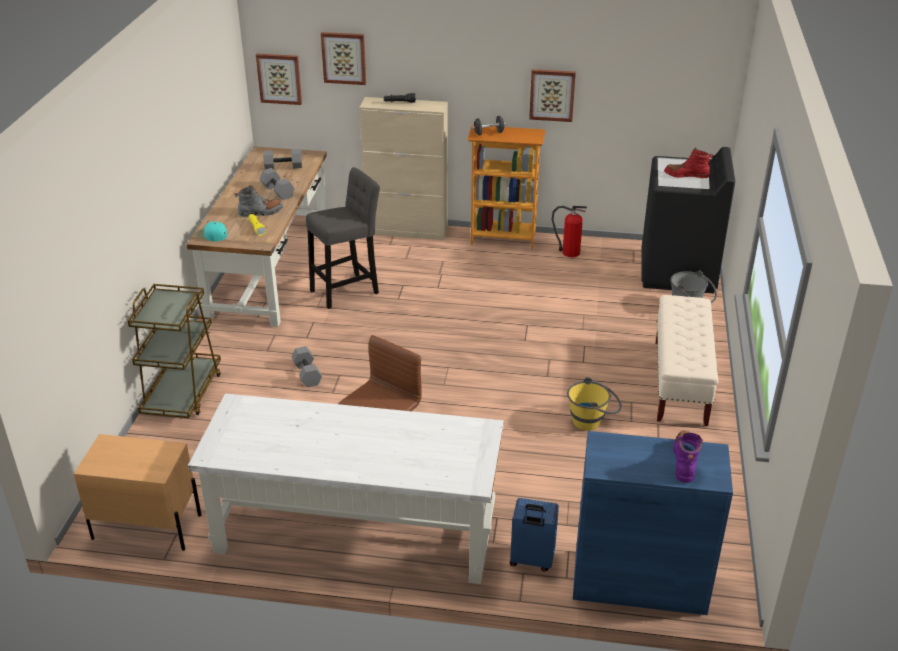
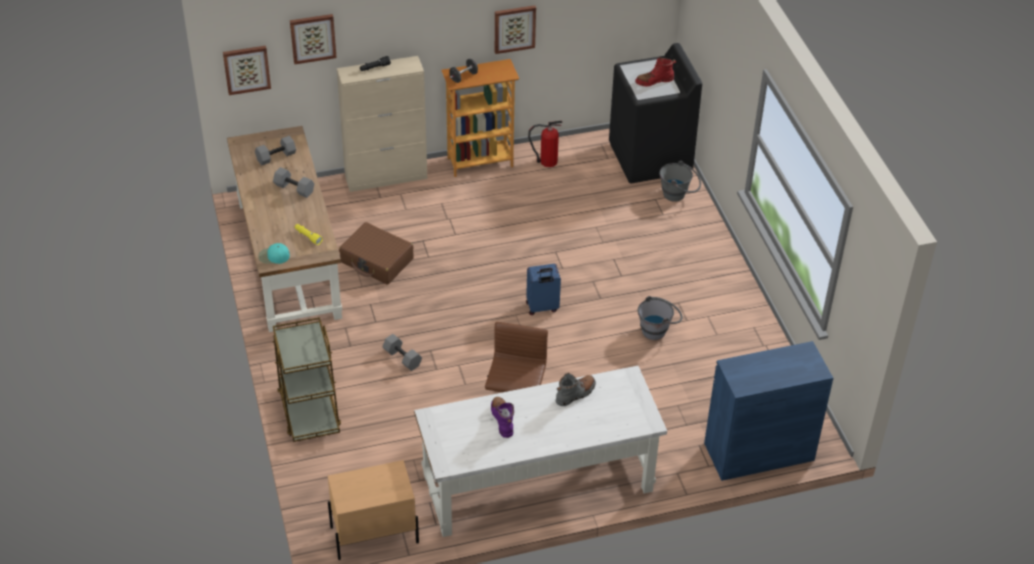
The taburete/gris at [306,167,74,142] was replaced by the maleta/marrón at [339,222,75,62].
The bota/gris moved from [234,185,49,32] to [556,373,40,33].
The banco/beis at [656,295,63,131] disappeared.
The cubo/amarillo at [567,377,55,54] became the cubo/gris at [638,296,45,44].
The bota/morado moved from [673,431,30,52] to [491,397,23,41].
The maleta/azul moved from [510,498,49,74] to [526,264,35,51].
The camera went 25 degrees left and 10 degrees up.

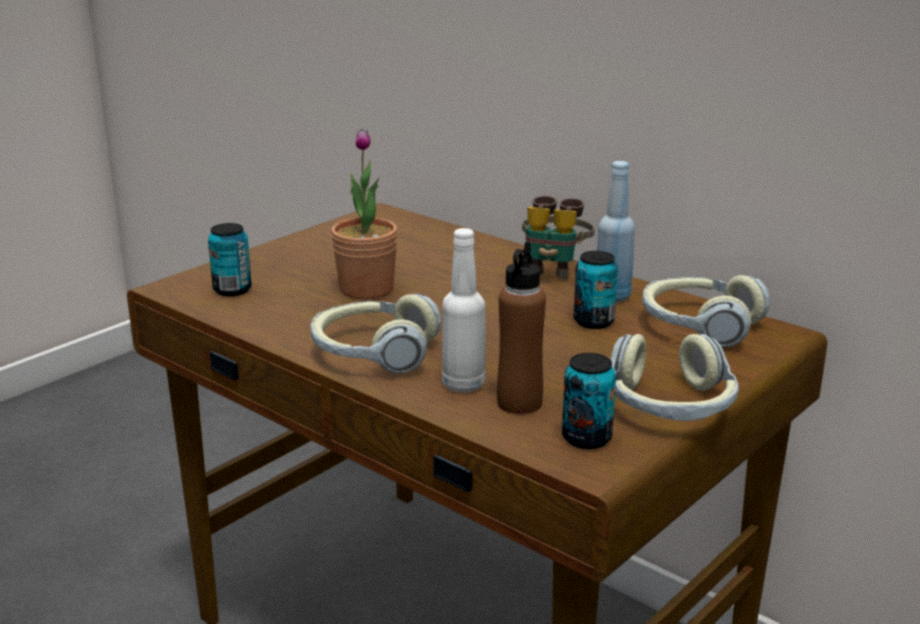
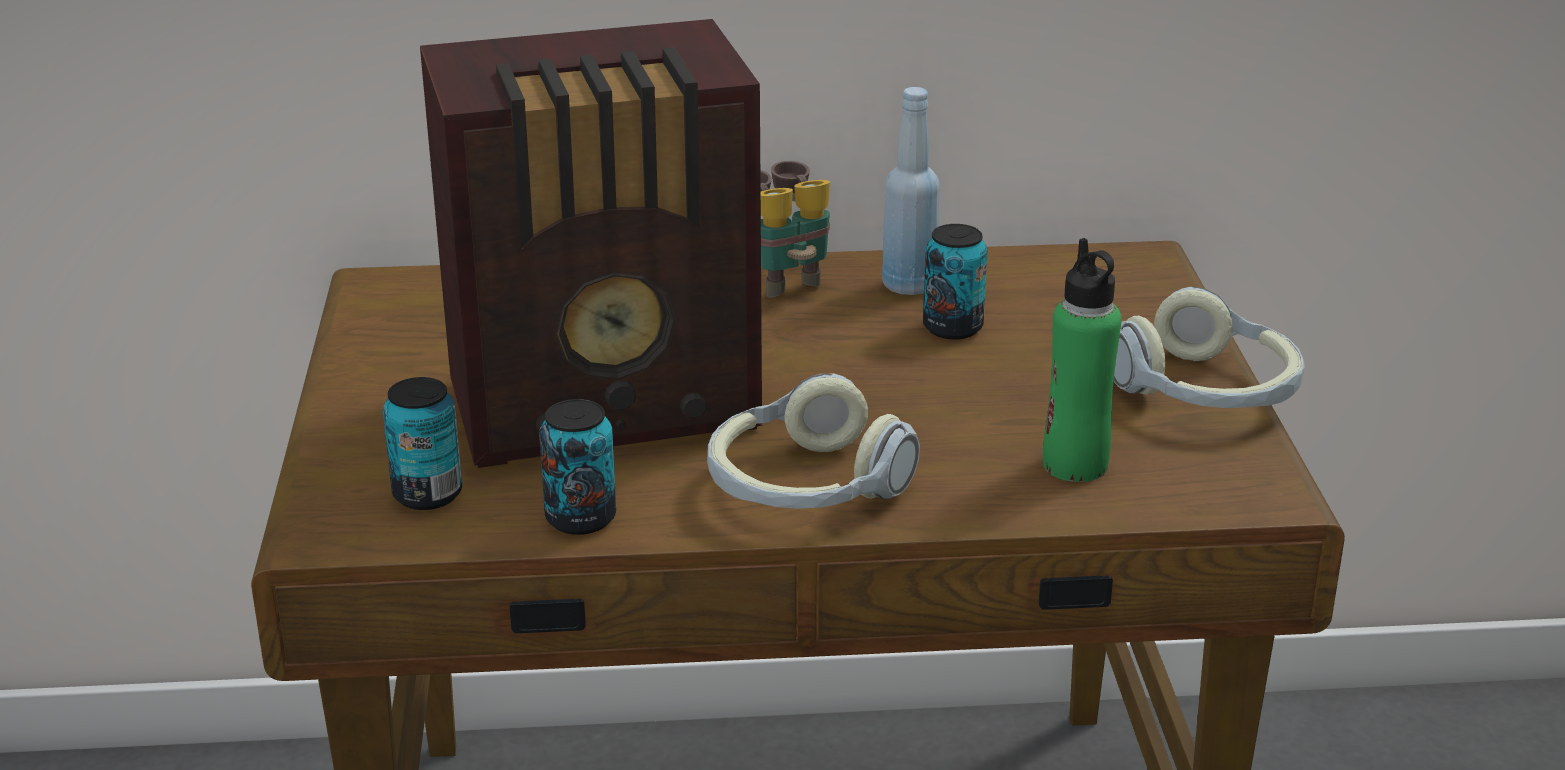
The planta en maceta at [331,129,67,170] was replaced by the radio at [420,19,342,449].
The botella/blanco at [442,228,44,164] disappeared.
The botella/marrón at [497,242,49,172] became the botella/verde at [1043,238,79,244].
The auriculares at [642,275,128,72] disappeared.
The lata moved from [562,353,54,96] to [539,399,77,136].
The camera went 45 degrees left and 5 degrees up.

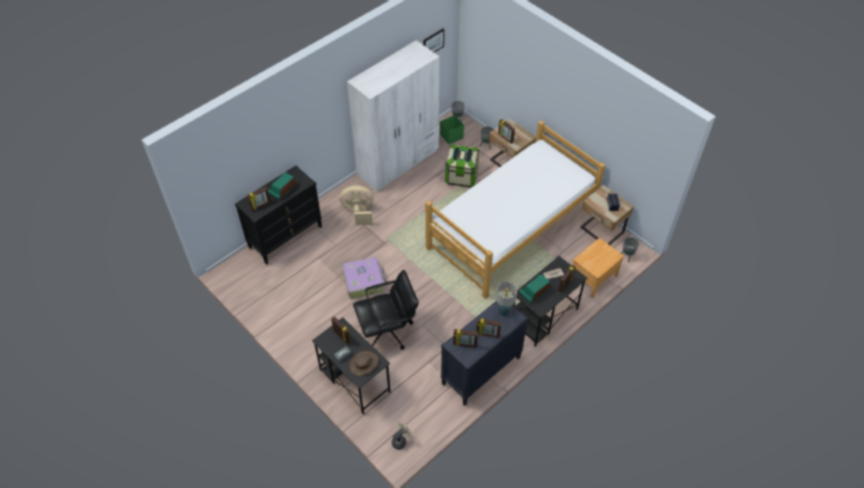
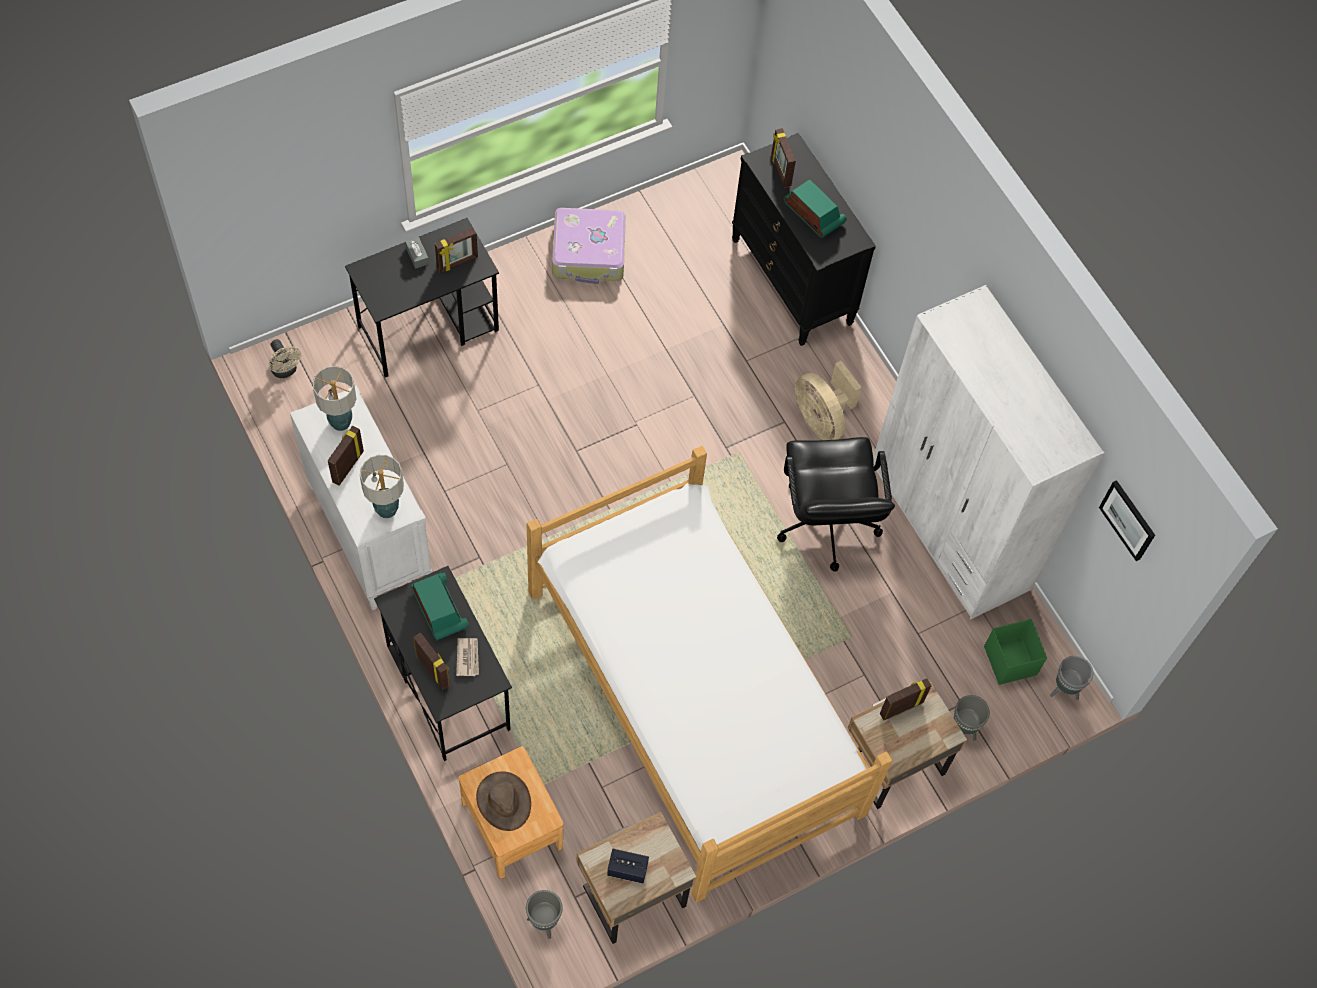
The caja de almacenaje at [445,144,34,43] disappeared.
The ventilador/beis at [340,186,34,39] turned 135 degrees clockwise.
The maleta moved from [342,257,43,42] to [552,208,74,76].
The silla de oficina/negro moved from [353,270,66,80] to [777,437,118,135].
The cómoda/negro at [441,296,87,110] became the cómoda/blanco at [290,385,143,225].
The portarretratos at [453,329,25,19] was replaced by the lámpara de mesa at [313,366,43,65].
The sombrero/marrón moved from [349,351,30,25] to [476,772,55,59].
The camera went 100 degrees right and 10 degrees up.

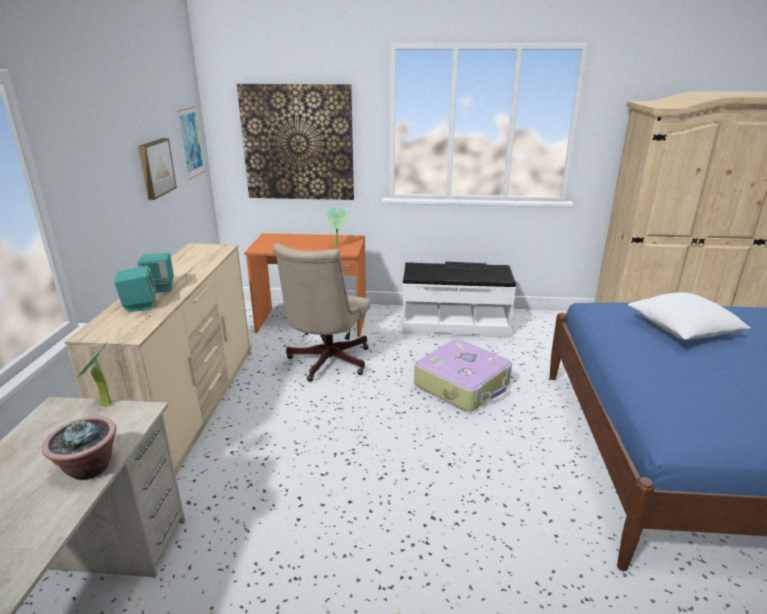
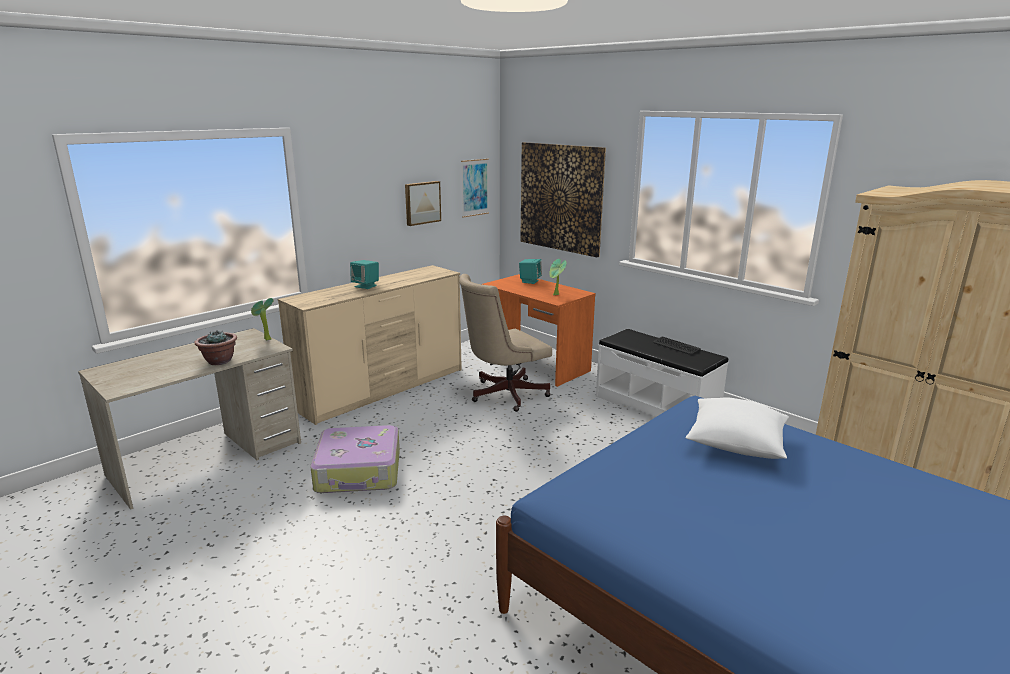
The altavoz/turquesa moved from [114,266,42,46] to [519,259,23,25].
The maleta moved from [414,339,98,73] to [310,425,90,68].
The camera went 40 degrees right and 5 degrees down.

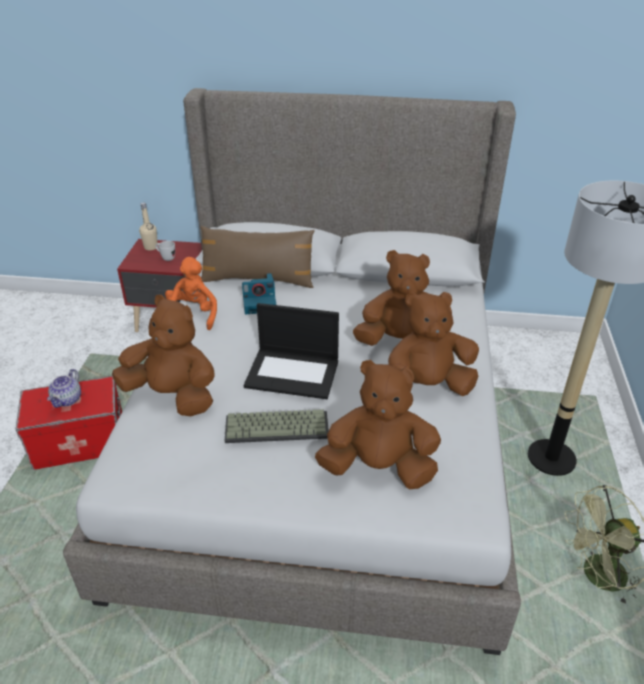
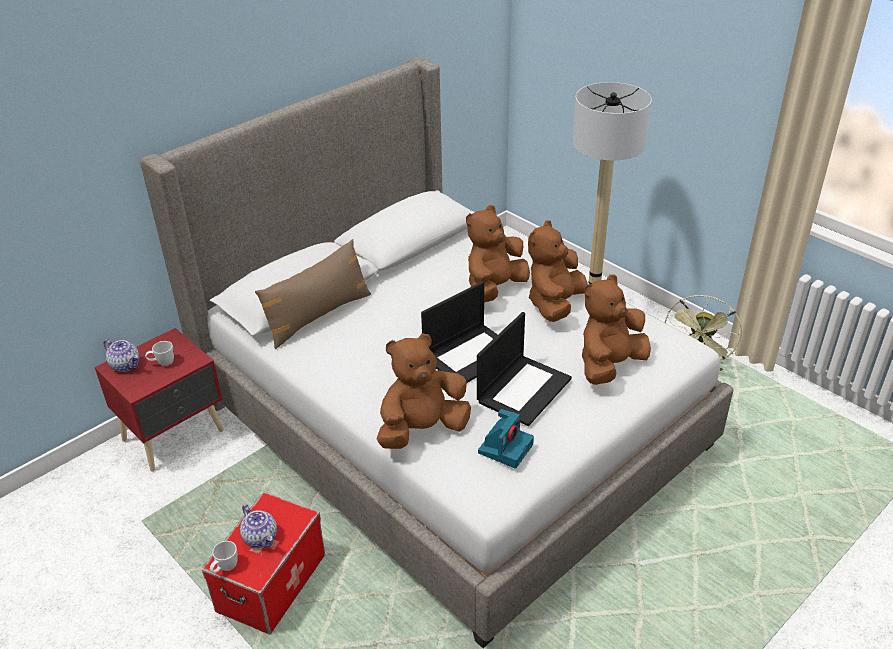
The botella/beis at [139,203,19,47] was replaced by the tetera at [104,339,35,33].
The peluche/naranja at [165,257,52,73] disappeared.
The cámara moved from [242,273,34,41] to [478,409,56,60].
The teclado at [225,409,104,34] was replaced by the portátil at [477,312,95,114].
The taza grande/blanco at [210,541,28,32] appeared.
The camera went 50 degrees left and 0 degrees up.

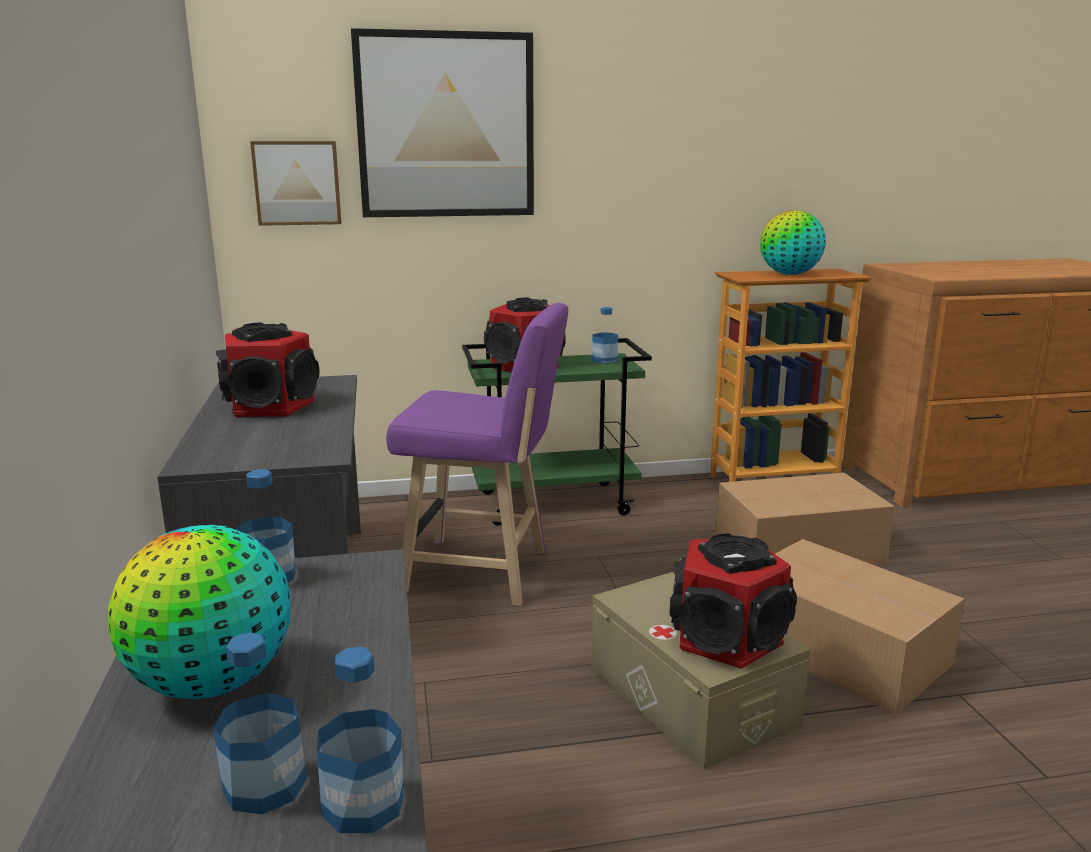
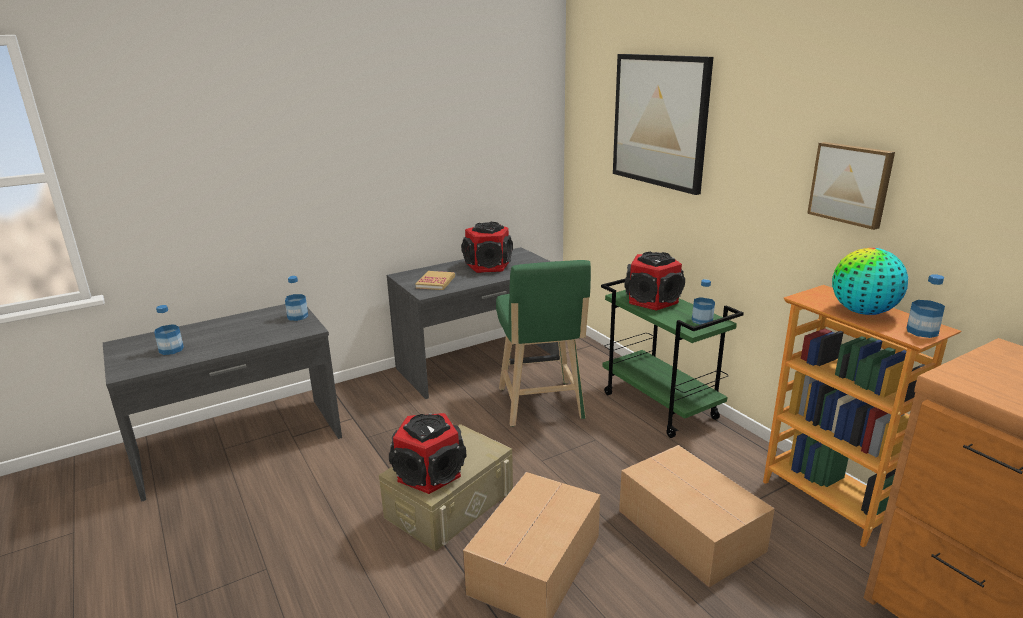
The cuadro moved from [250,141,91,85] to [807,142,88,88].
The taburete/morado at [386,303,182,303] became the taburete/verde at [496,260,95,167].
The globo terráqueo at [108,525,183,174] disappeared.
The botella moved from [317,647,87,186] to [907,274,38,64].
The libro at [416,271,39,19] appeared.
The camera went 70 degrees right and 5 degrees up.

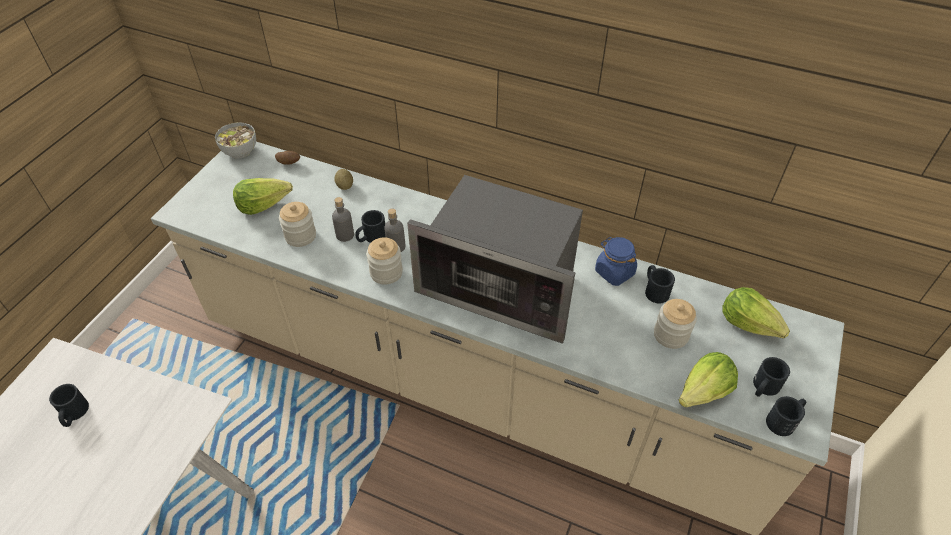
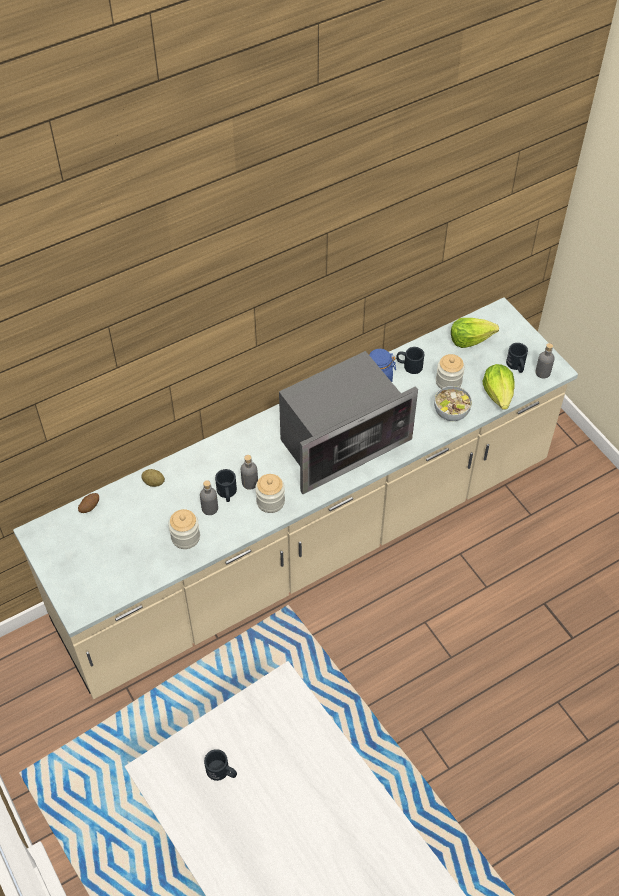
The cuenco moved from [215,122,41,37] to [434,386,38,35].
The lechuga at [233,178,60,37] disappeared.
The taza grande/negro at [766,396,40,40] was replaced by the botella/gris at [535,343,20,35].
The camera went 55 degrees left and 5 degrees up.

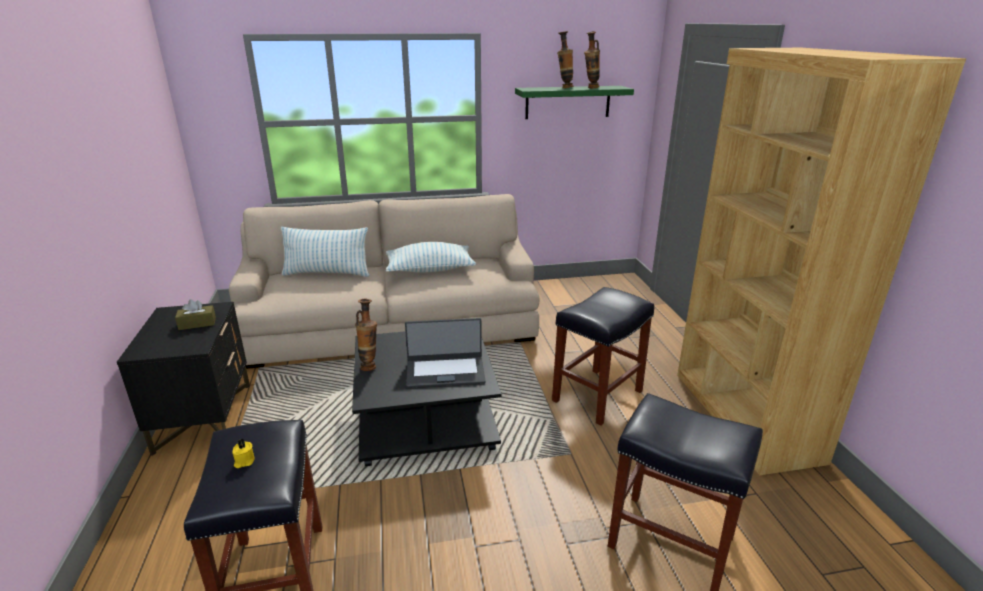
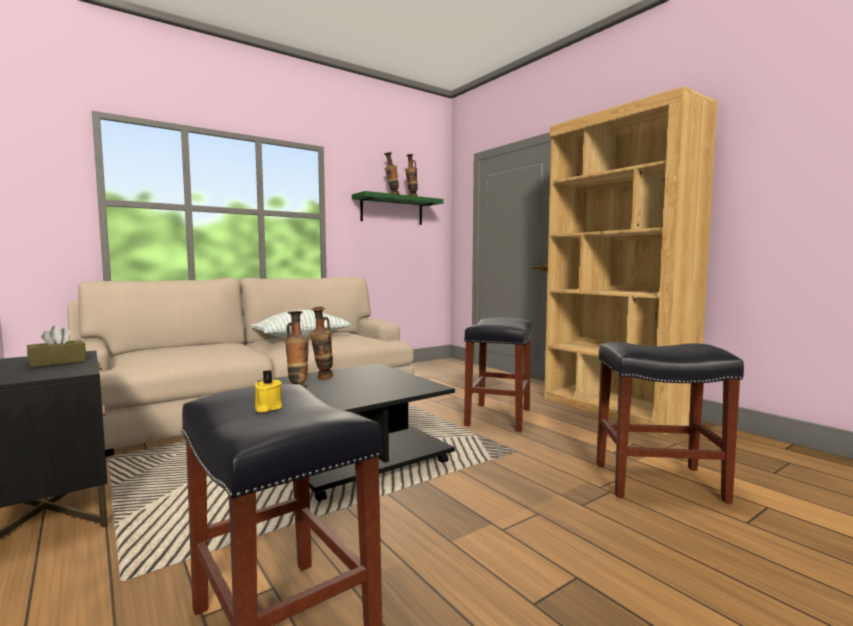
The cojín at [281,227,88,50] disappeared.
The portátil at [405,318,81,70] disappeared.
The florero at [310,307,23,73] appeared.
The camera went 25 degrees left and 20 degrees down.

